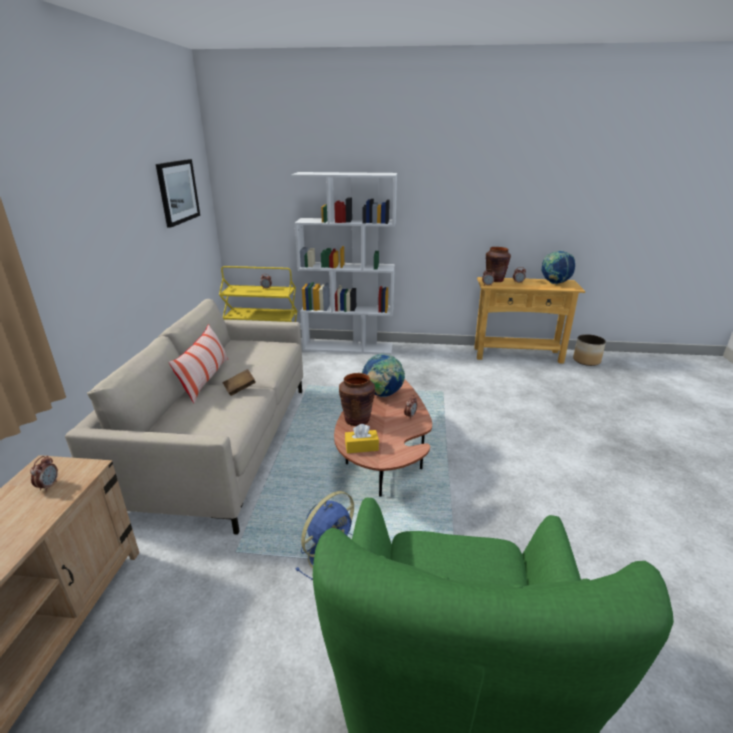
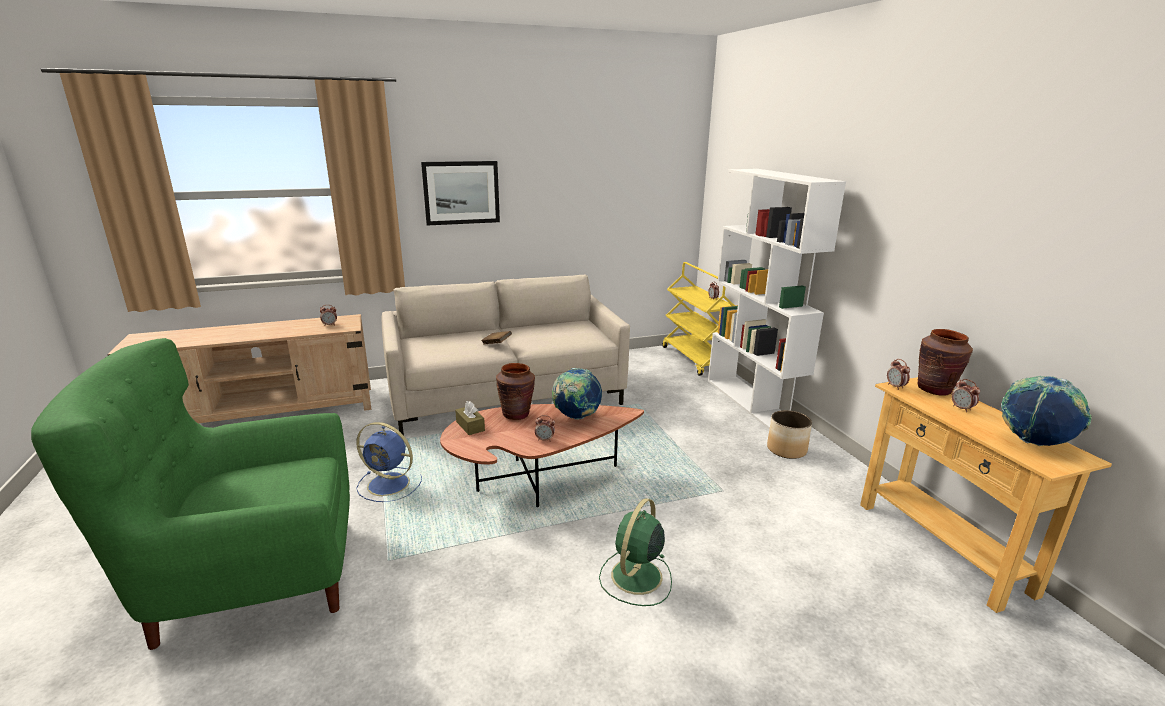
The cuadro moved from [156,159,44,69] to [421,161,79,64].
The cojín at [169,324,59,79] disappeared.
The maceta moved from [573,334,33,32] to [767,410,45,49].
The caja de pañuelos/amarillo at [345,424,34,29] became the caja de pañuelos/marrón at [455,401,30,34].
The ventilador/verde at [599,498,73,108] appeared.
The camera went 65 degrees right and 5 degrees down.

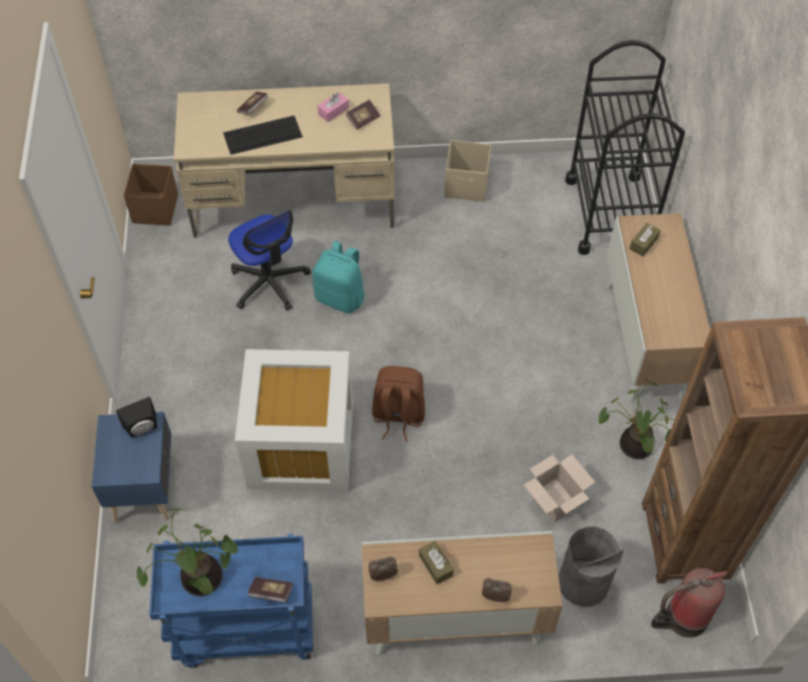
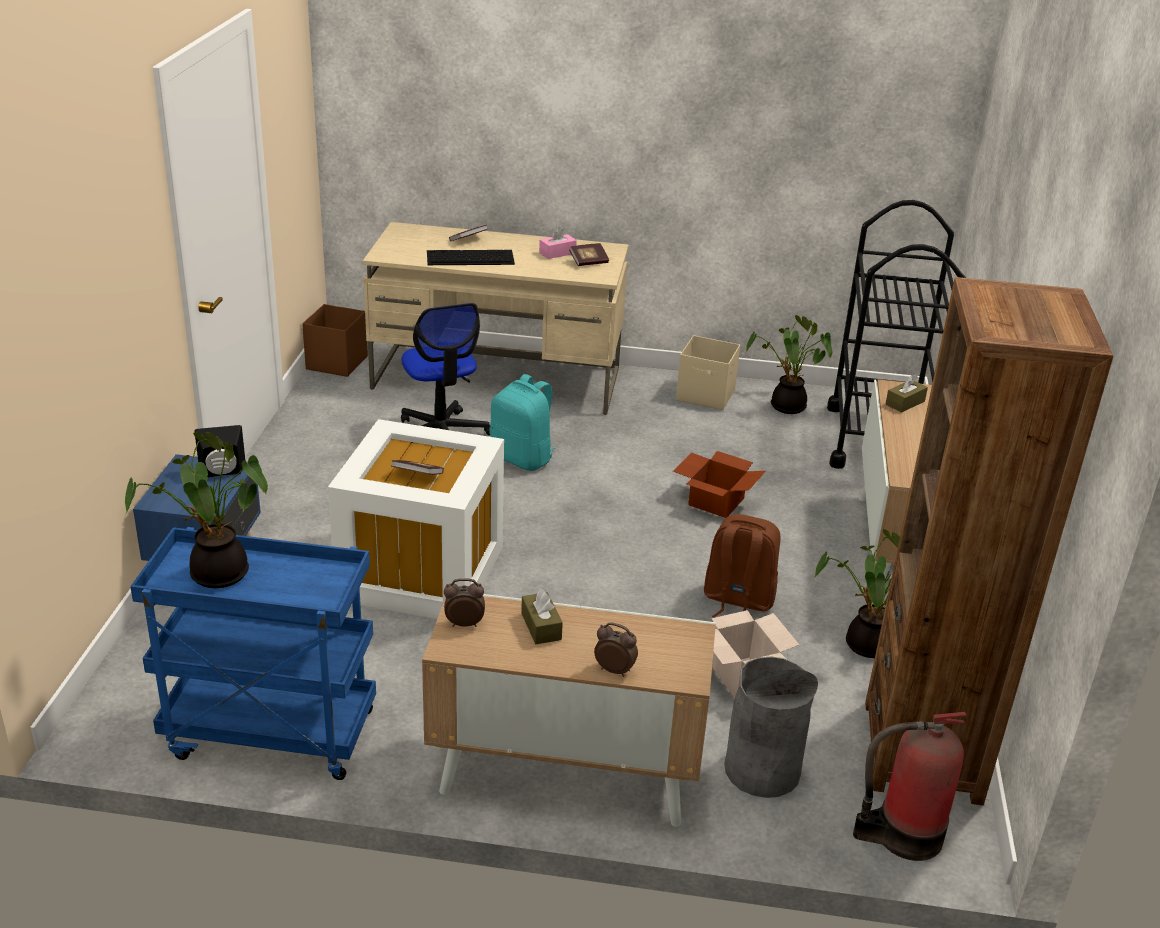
The mochila/marrón moved from [372,366,53,76] to [704,514,76,104].
The libro moved from [248,577,45,25] to [392,460,52,15].
The planta en maceta at [746,315,87,99] appeared.
The caja de cartón at [673,451,93,67] appeared.
The camera went 10 degrees right and 25 degrees down.

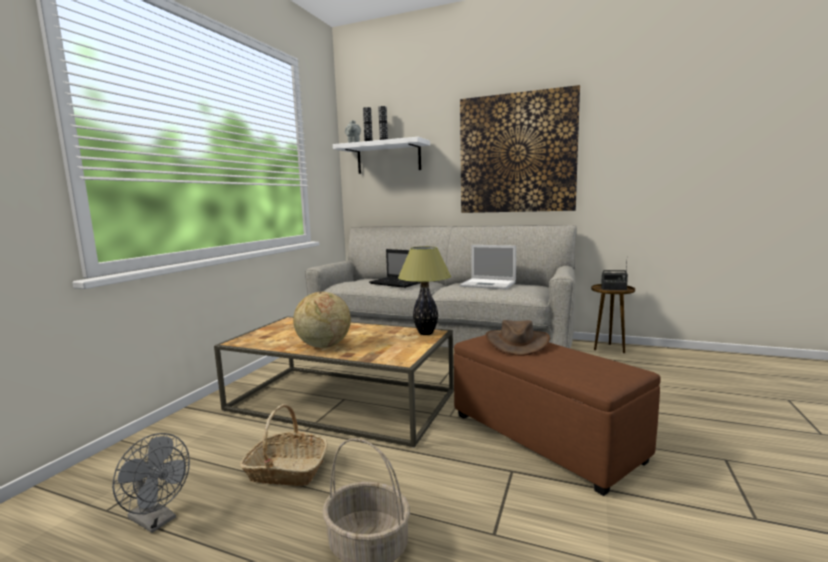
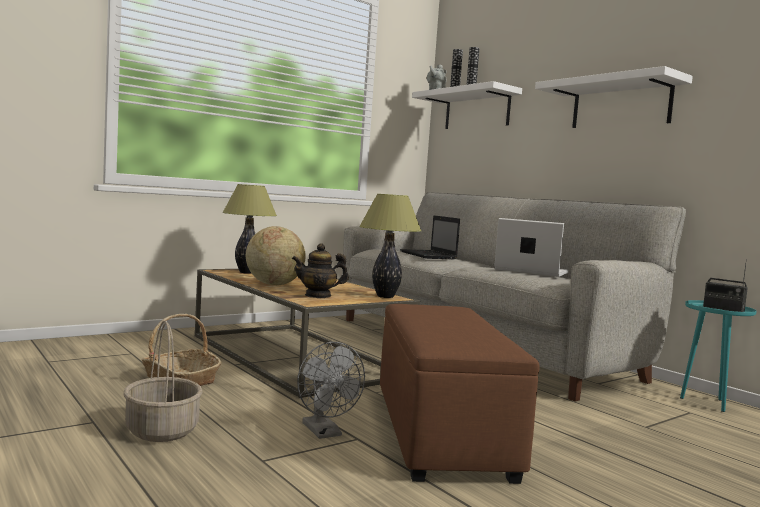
The cuadro at [460,85,120,128] was replaced by the estante/blanco at [535,66,158,62].
The portátil at [460,245,56,45] turned 150 degrees clockwise.
The mesa auxiliar/marrón at [591,284,44,69] became the mesa auxiliar/turquesa at [680,300,76,112].
The sombrero/marrón at [486,320,64,36] disappeared.
The ventilador/gris moved from [112,433,78,100] to [297,342,68,97].
The lámpara de mesa at [222,184,55,90] appeared.
The tetera at [292,243,57,55] appeared.
The camera went 30 degrees right and 5 degrees down.

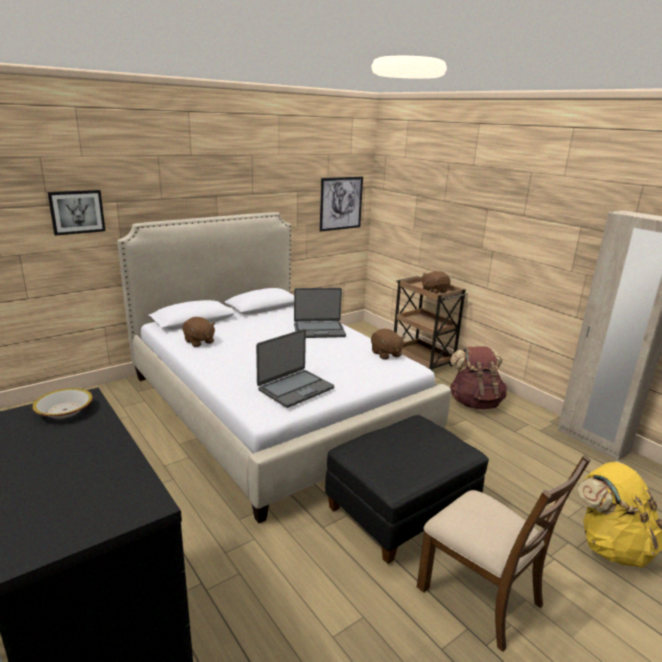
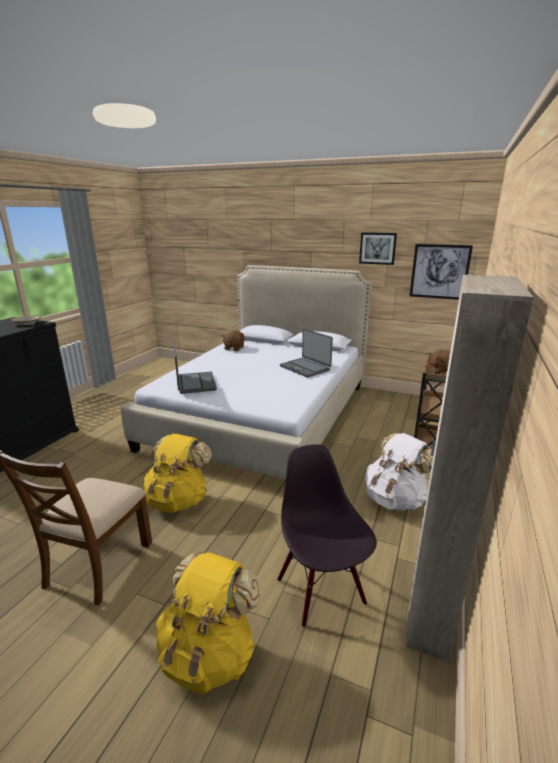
The cuadro moved from [47,190,59,46] to [359,233,38,32].
The portátil at [256,329,78,79] turned 120 degrees counterclockwise.
The peluche/marrón at [371,329,34,31] disappeared.
The mochila/marrón at [449,346,58,63] became the mochila/blanco at [365,433,68,78].
The puf/negro at [325,415,164,149] was replaced by the mochila/amarillo at [144,434,68,79].
The silla/negro at [277,444,100,184] appeared.
The camera went 60 degrees right and 0 degrees up.

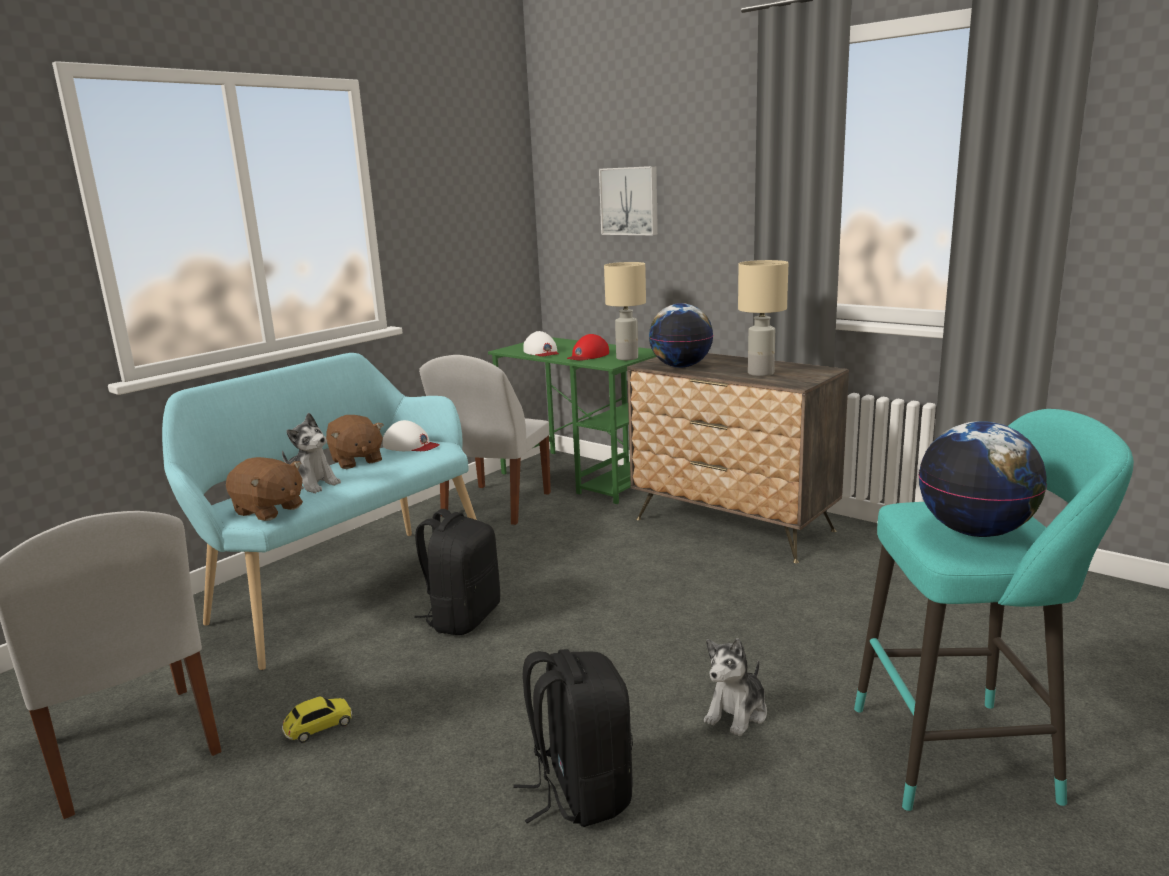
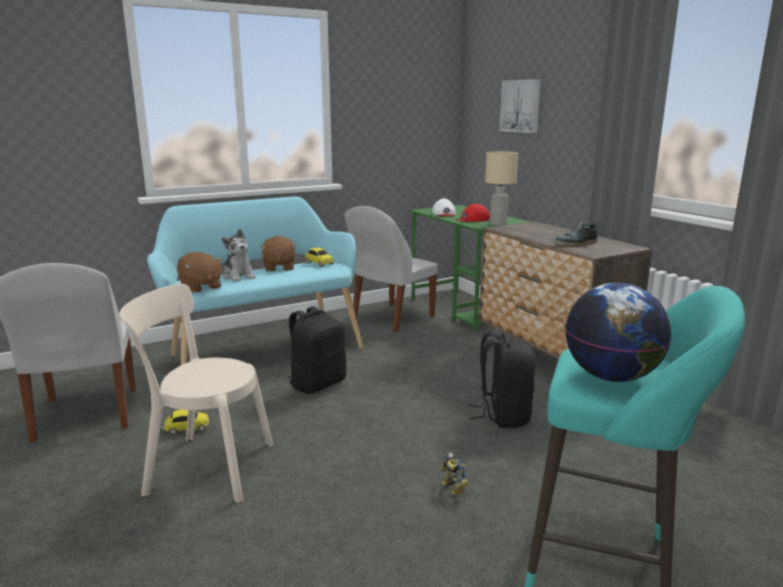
The lámpara de mesa/beis at [738,260,50,116] was replaced by the zapato at [554,221,44,25].
The globo terráqueo at [649,303,64,65] disappeared.
The gorra/blanco at [383,420,56,31] was replaced by the coche de juguete at [305,248,29,19].
The peluche at [704,638,63,98] was replaced by the robot de juguete at [440,452,28,43].
The mochila/negro moved from [513,649,120,178] to [468,332,68,96].
The silla/beis at [119,284,154,219] appeared.
The camera went 20 degrees right and 0 degrees up.

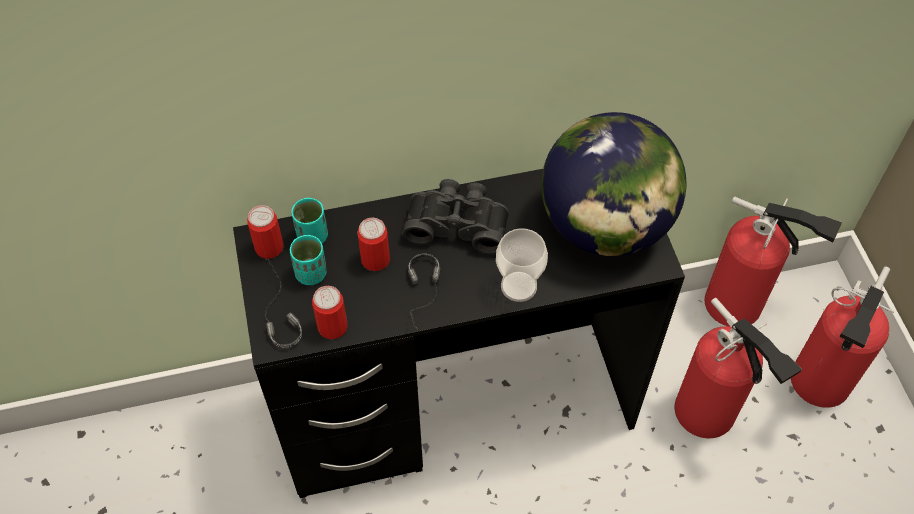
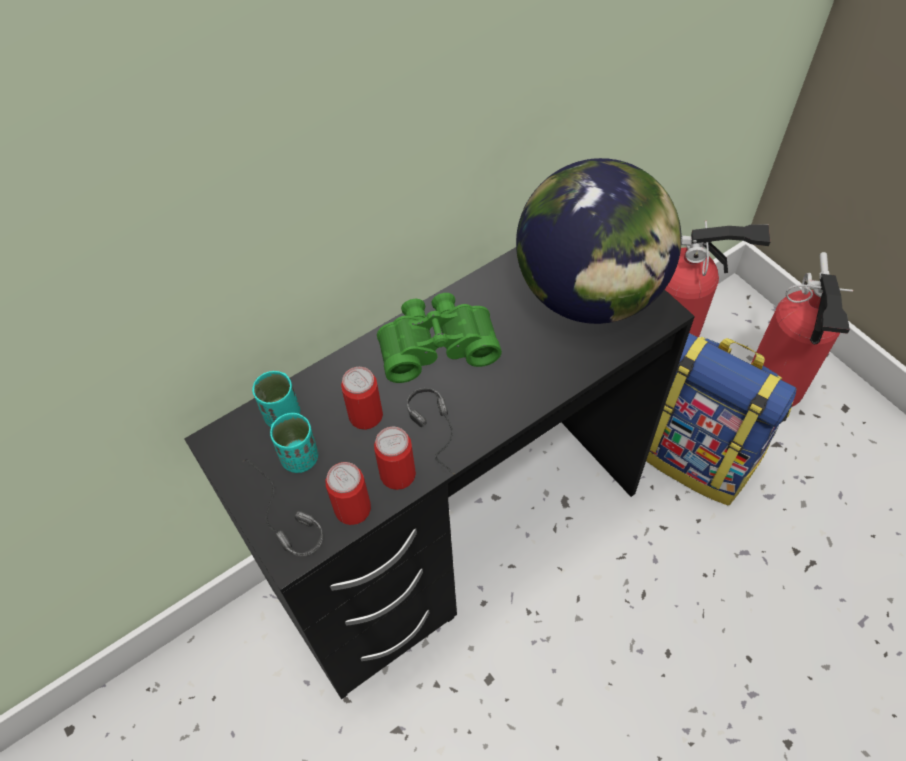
The prismáticos/negro at [403,179,106,76] became the prismáticos/verde at [377,293,125,90].
The lata moved from [247,205,37,54] to [374,427,42,63].
The taza at [496,228,52,74] disappeared.
The extintor at [675,298,127,140] was replaced by the mochila at [646,333,151,173].
The camera went 20 degrees left and 0 degrees up.

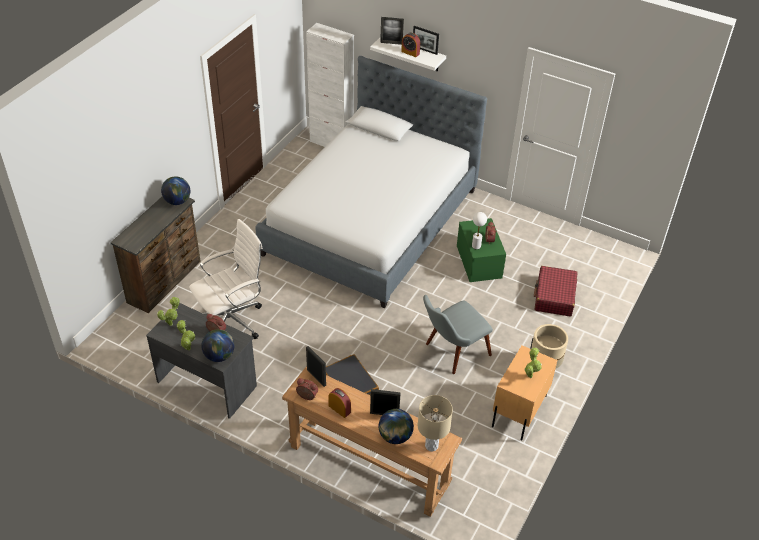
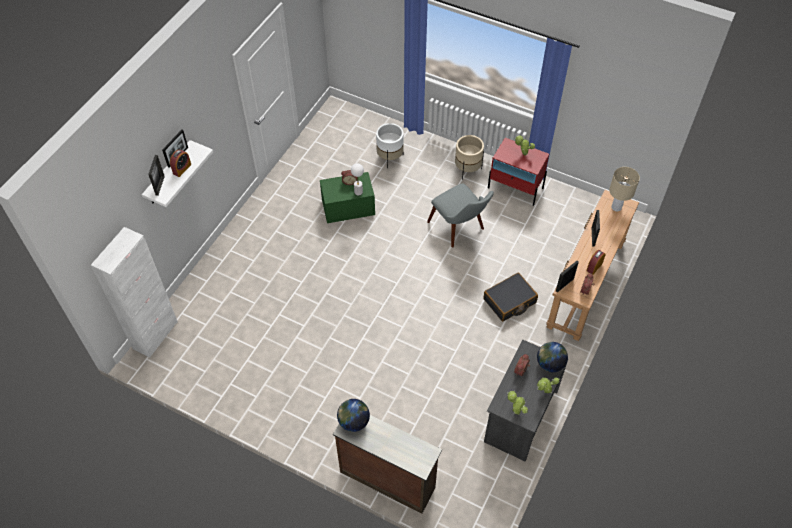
The cama at [255,56,232,252] disappeared.
The silla de oficina/blanco at [189,219,74,120] disappeared.
The maleta/rojo at [534,266,44,50] was replaced by the maceta/blanco at [376,123,28,45].
The mesita de noche/beis at [492,345,66,95] became the mesita de noche/rojo at [488,138,61,68].
The globo terráqueo at [379,409,35,35] disappeared.
The camera went 90 degrees left and 10 degrees up.

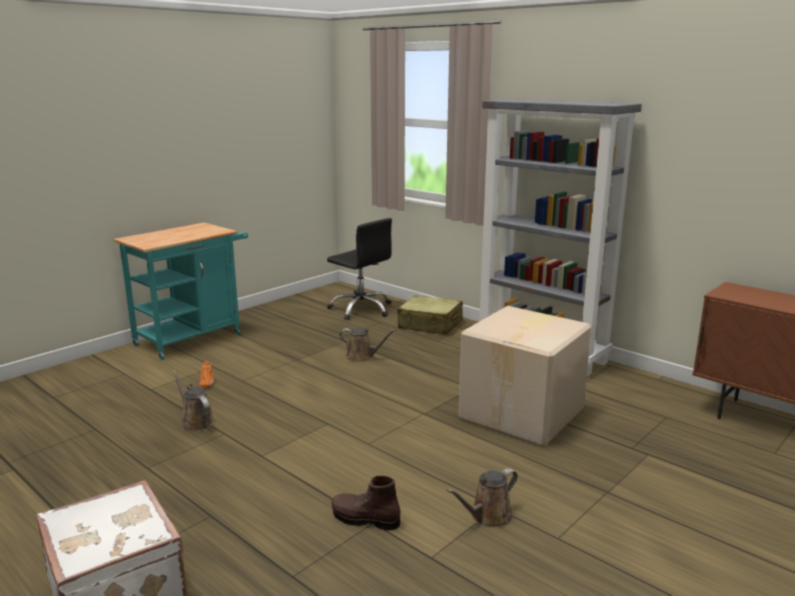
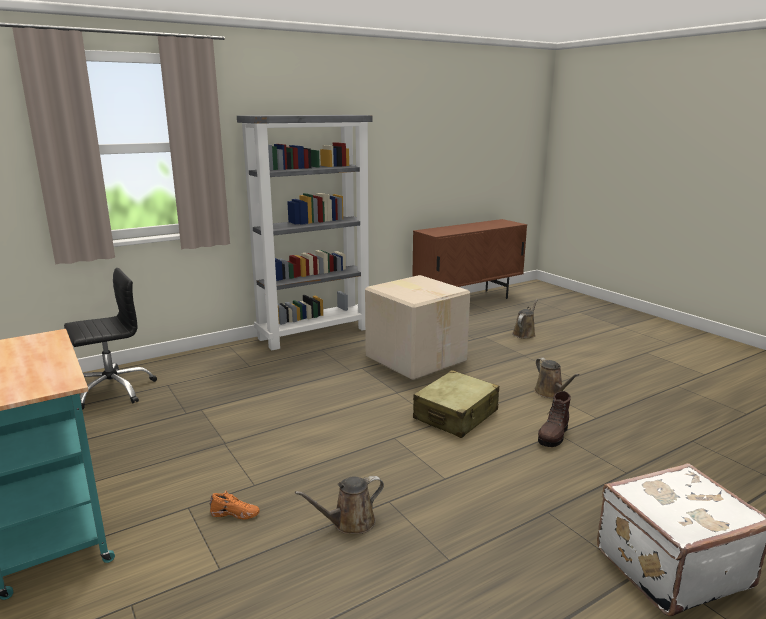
The maleta/beis moved from [397,295,66,40] to [413,370,86,68].
The regadera/marrón moved from [339,328,57,35] to [512,298,26,41].
The camera went 75 degrees left and 0 degrees up.

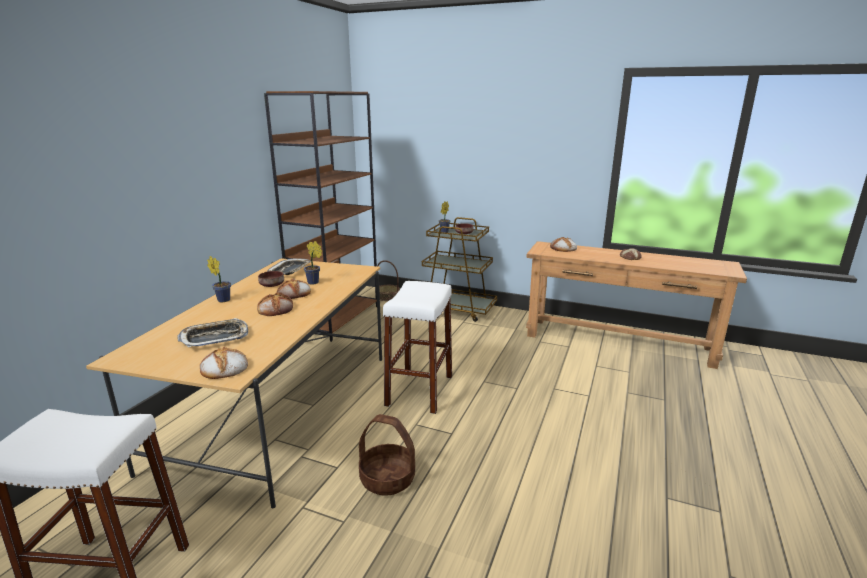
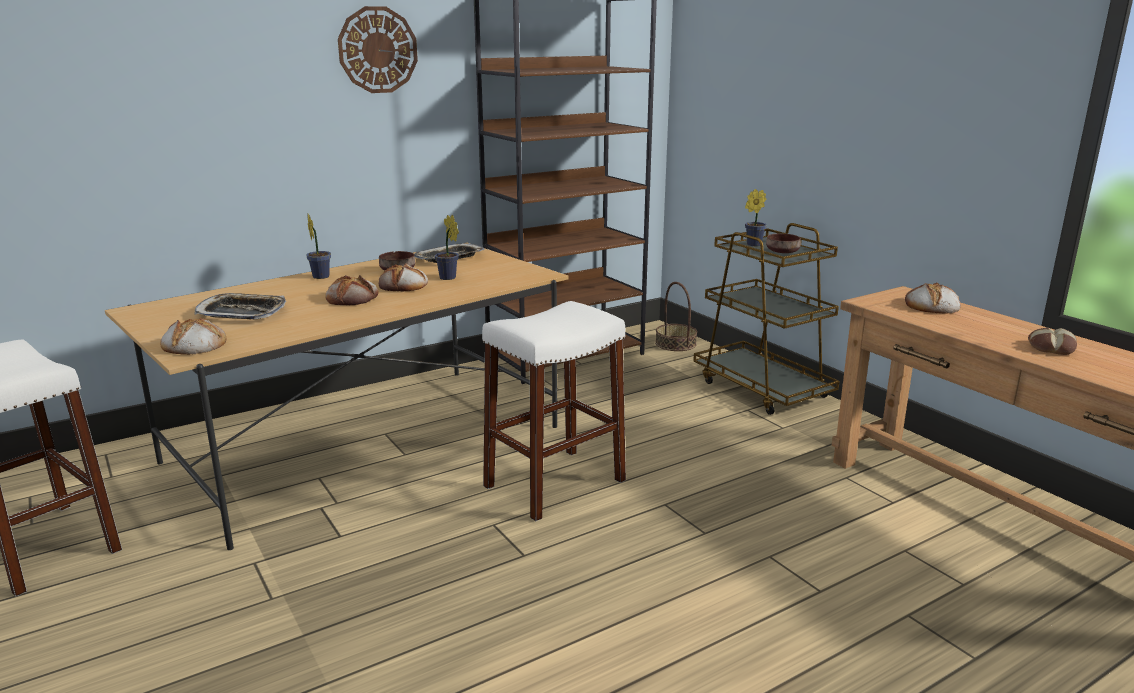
The cesta at [359,414,56,82] disappeared.
The reloj de pared at [338,6,80,87] appeared.
The camera went 35 degrees right and 0 degrees up.

